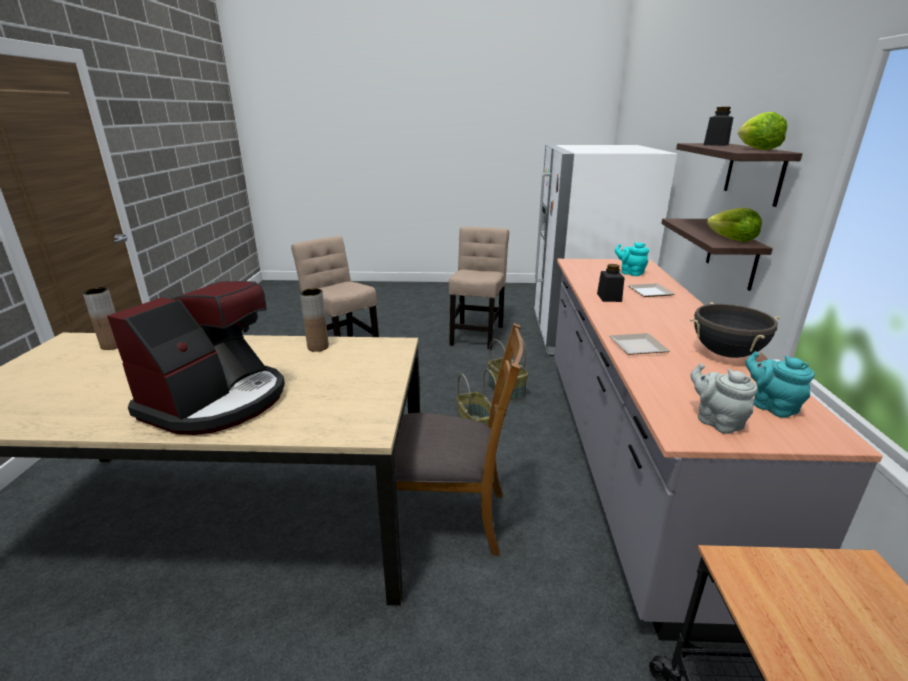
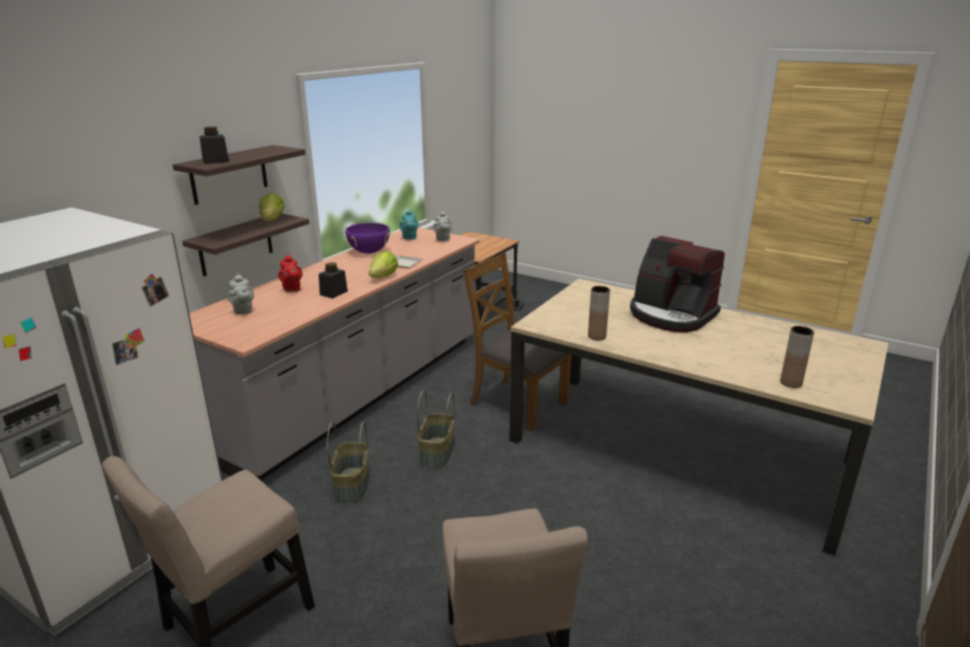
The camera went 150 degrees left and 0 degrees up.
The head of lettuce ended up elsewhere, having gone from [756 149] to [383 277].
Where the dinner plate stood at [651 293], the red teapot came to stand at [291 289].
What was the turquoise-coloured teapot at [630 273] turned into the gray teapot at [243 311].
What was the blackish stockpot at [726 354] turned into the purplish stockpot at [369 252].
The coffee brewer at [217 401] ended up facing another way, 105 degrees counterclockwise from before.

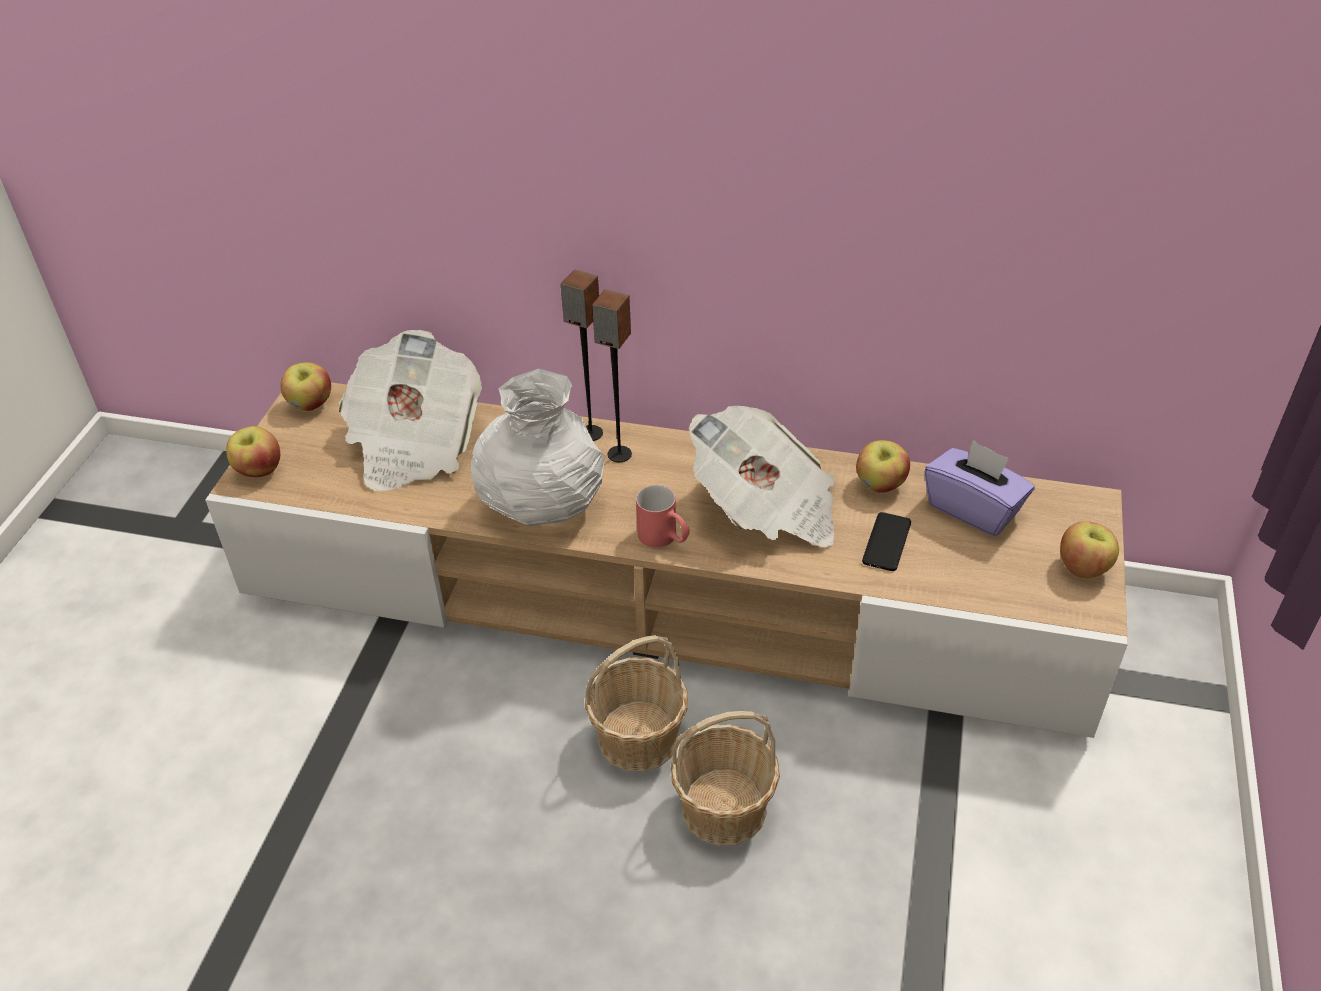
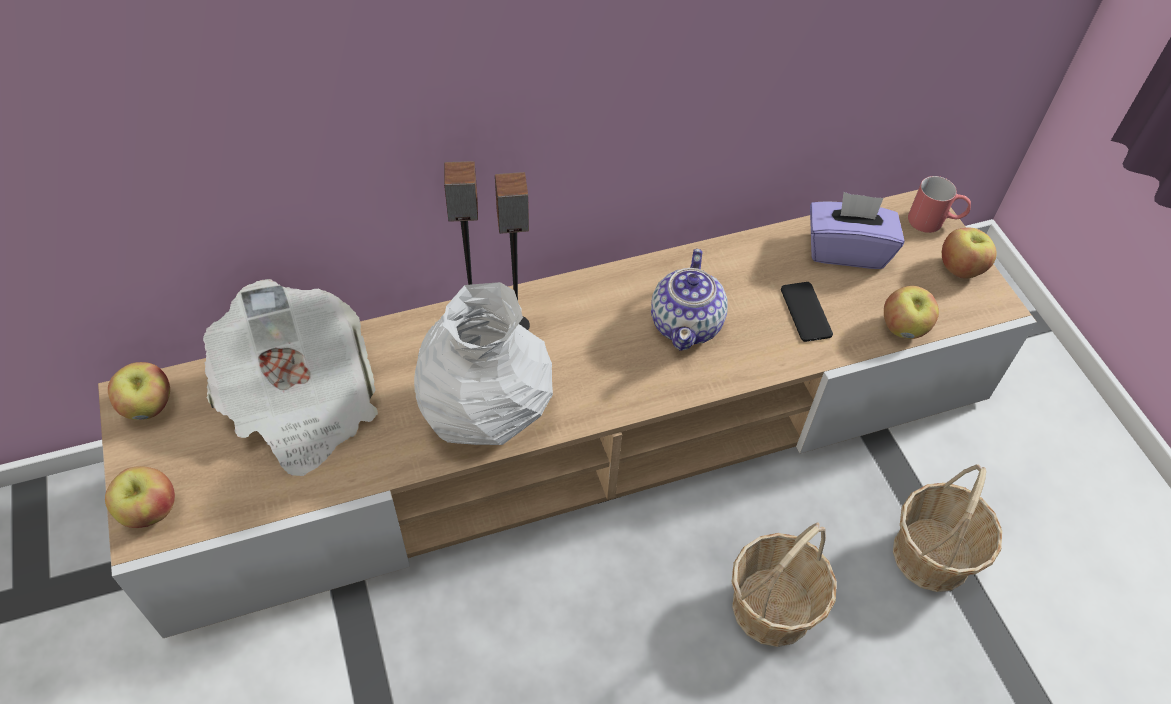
The camera went 35 degrees left and 10 degrees up.
The storage basket ended up elsewhere, having gone from [639 737] to [932 554].
The red coffee mug ended up elsewhere, having gone from [664 539] to [934 221].
The whole apple ended up elsewhere, having gone from [880 485] to [903 328].
Where the printed paper stood at [766 508], the teapot came to stand at [687 324].

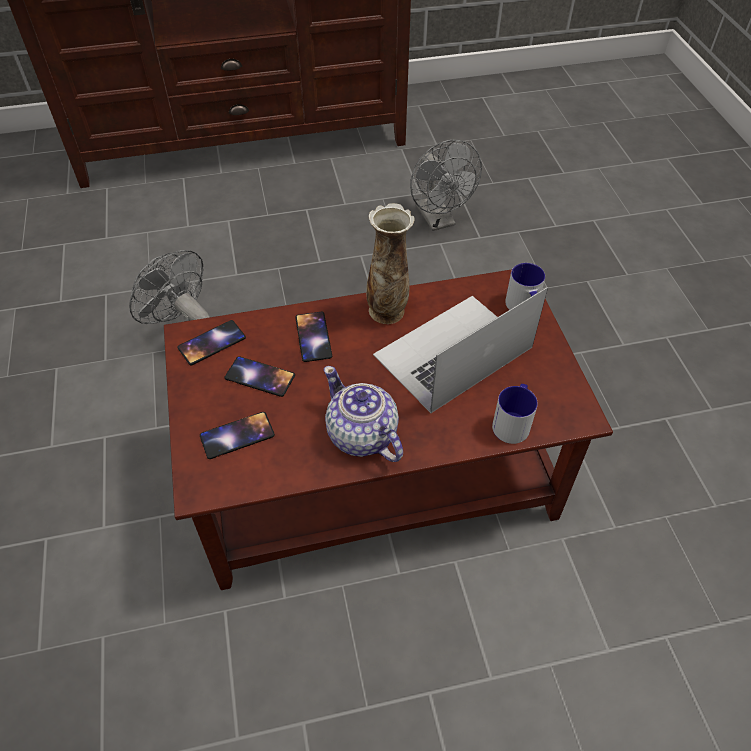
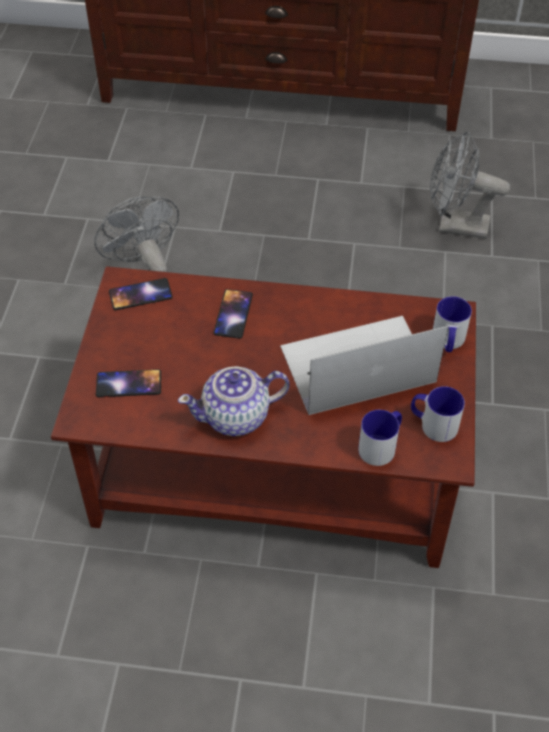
The camera went 20 degrees right and 0 degrees up.
The second view lost the telephone at [260 377].
The second view lost the decorative vase at [387 311].
The second view gained the coffee mug at [432 424].
The teapot at [362 436] ended up facing another way, 90 degrees counterclockwise from before.
The gray cooling fan at [438 220] ended up facing another way, 105 degrees clockwise from before.

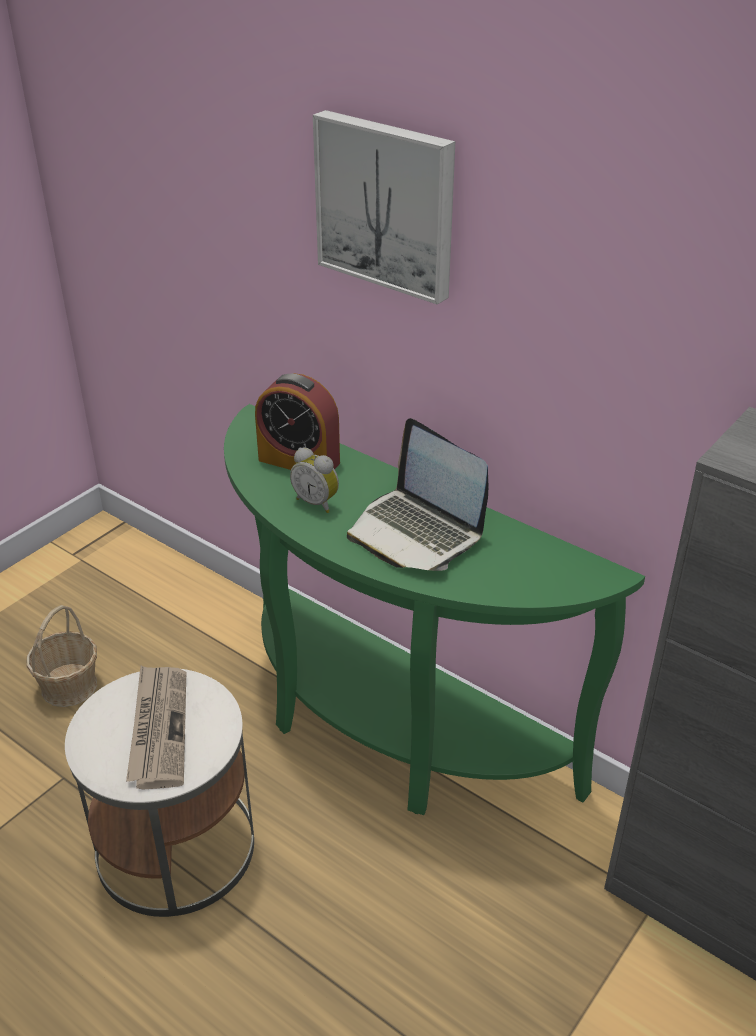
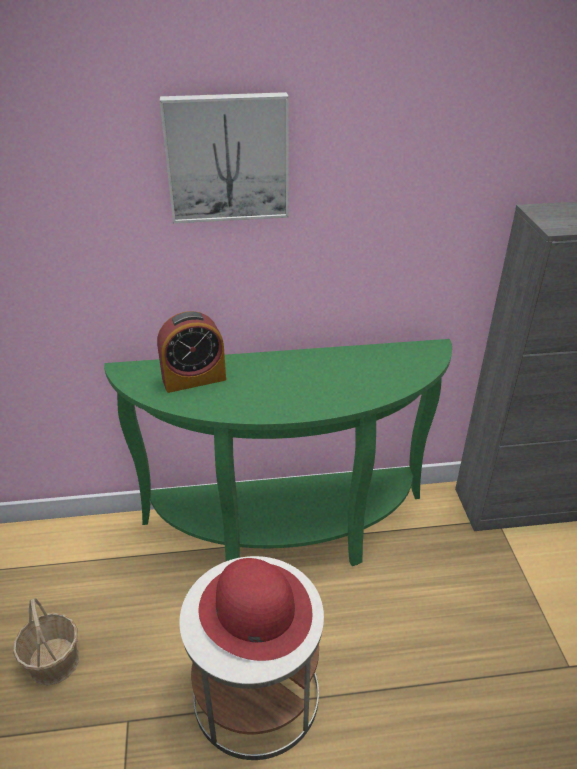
The camera went 45 degrees left and 0 degrees up.
The second view lost the alarm clock at [317 502].
The second view lost the laptop at [416 532].
Where the printed paper stood at [158 728], the red hat came to stand at [254 610].

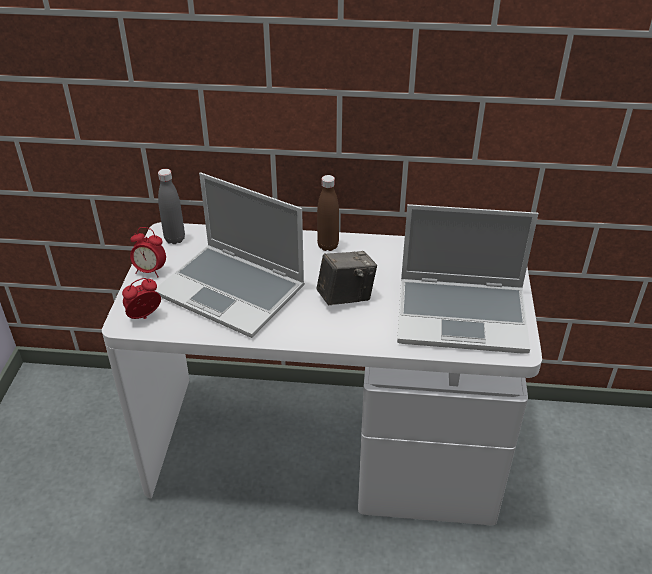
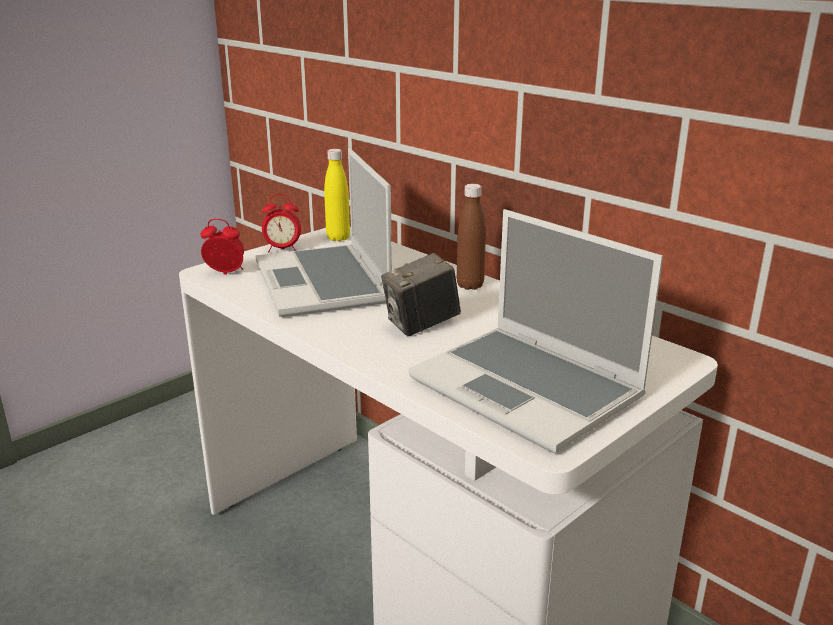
The camera went 40 degrees right and 15 degrees down.
What was the gray drink bottle at [175 239] turned into the yellow drink bottle at [338 238].
The alarm clock at [150 271] ended up facing another way, 60 degrees counterclockwise from before.
The still camera at [345 297] ended up facing another way, 135 degrees clockwise from before.

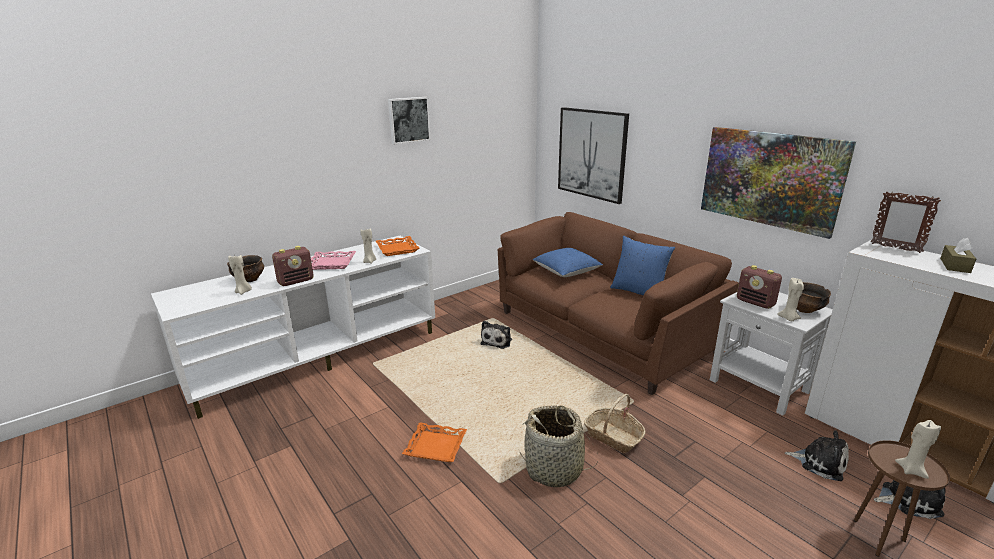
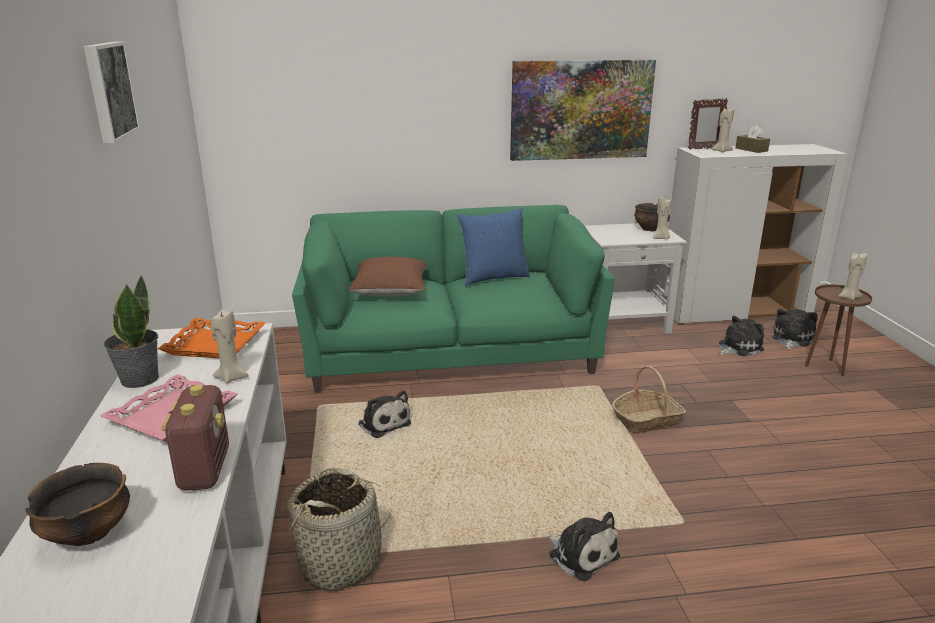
The camera went 60 degrees left and 0 degrees up.
The second view lost the wall picture at [591 154].
The second view lost the radio receiver at [756 303].
The second view gained the potted plant at [139 379].
The beige-coloured wax light ended up elsewhere, having gone from [243 292] to [721 151].
The storage basket ended up elsewhere, having gone from [554 469] to [341 562].
Where the orange carrying tray stood at [436 446], the cuddly toy came to stand at [581 554].
What was the brown couch at [602 331] turned into the green-coloured couch at [450 350].
What was the blue-coloured throw pillow at [566 272] turned into the brown throw pillow at [390 291].

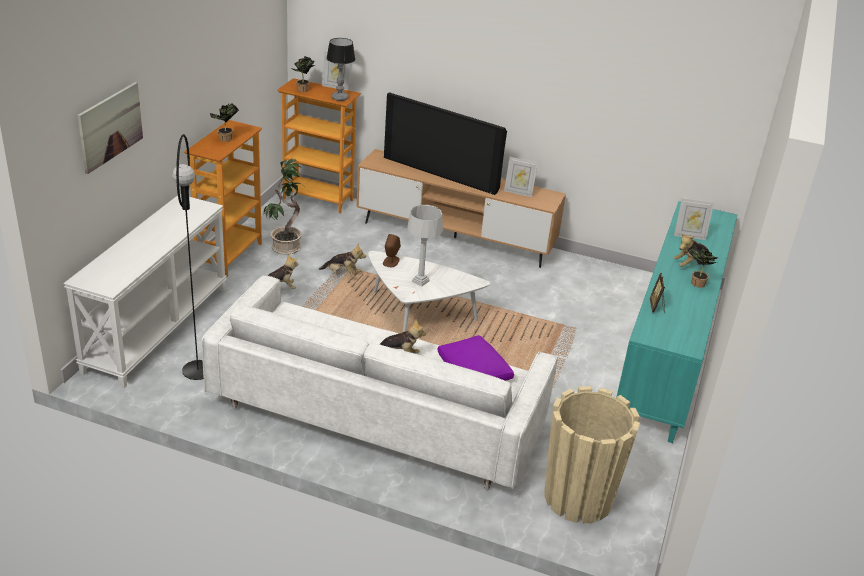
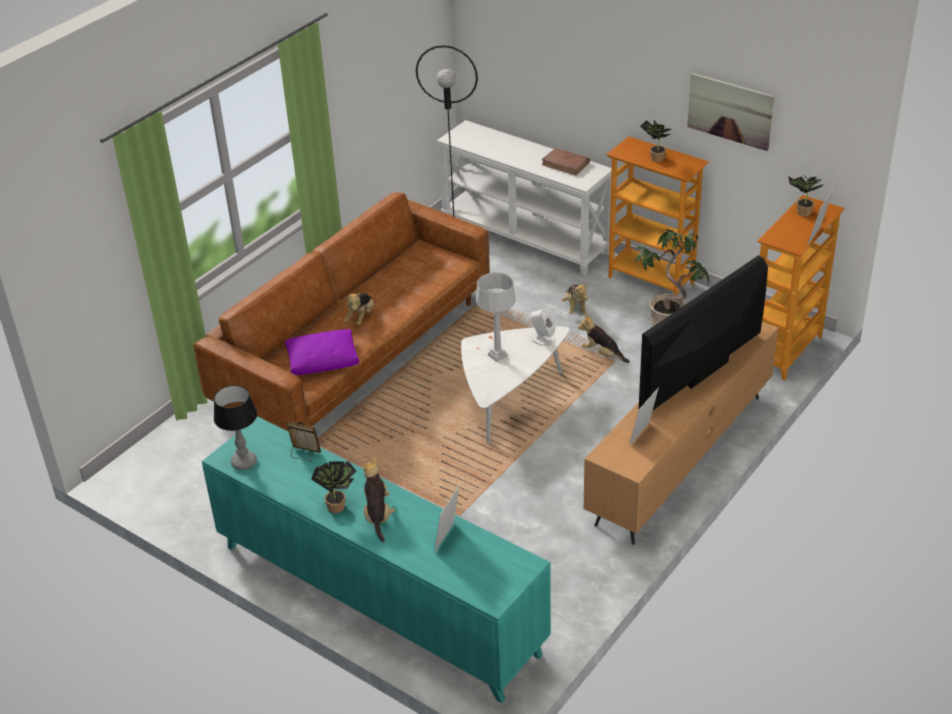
The camera went 110 degrees right and 5 degrees up.
The second view lost the beige-coloured plant pot at [578 498].
The second view gained the brown bound book at [565 164].
The wall picture ended up elsewhere, having gone from [110 126] to [730 111].
The tabletop lamp ended up elsewhere, having gone from [339 98] to [244 462].
What was the white couch at [377 415] turned into the brown couch at [356 351].
What was the brown speaker at [391 261] turned into the white speaker at [542 339].
The cuddly toy at [342 274] ended up facing another way, 90 degrees clockwise from before.

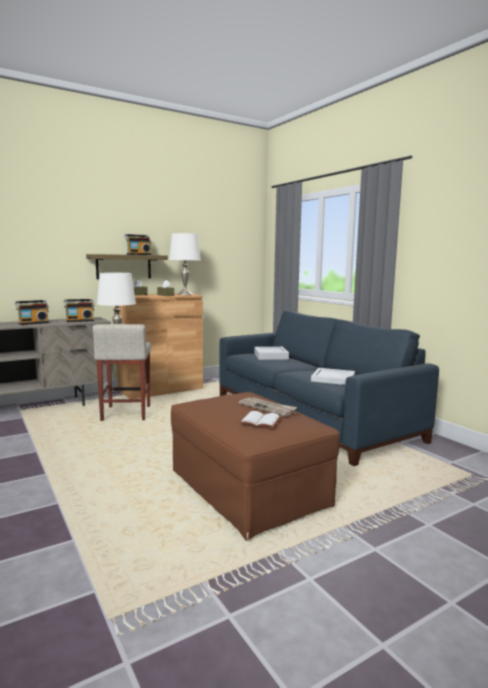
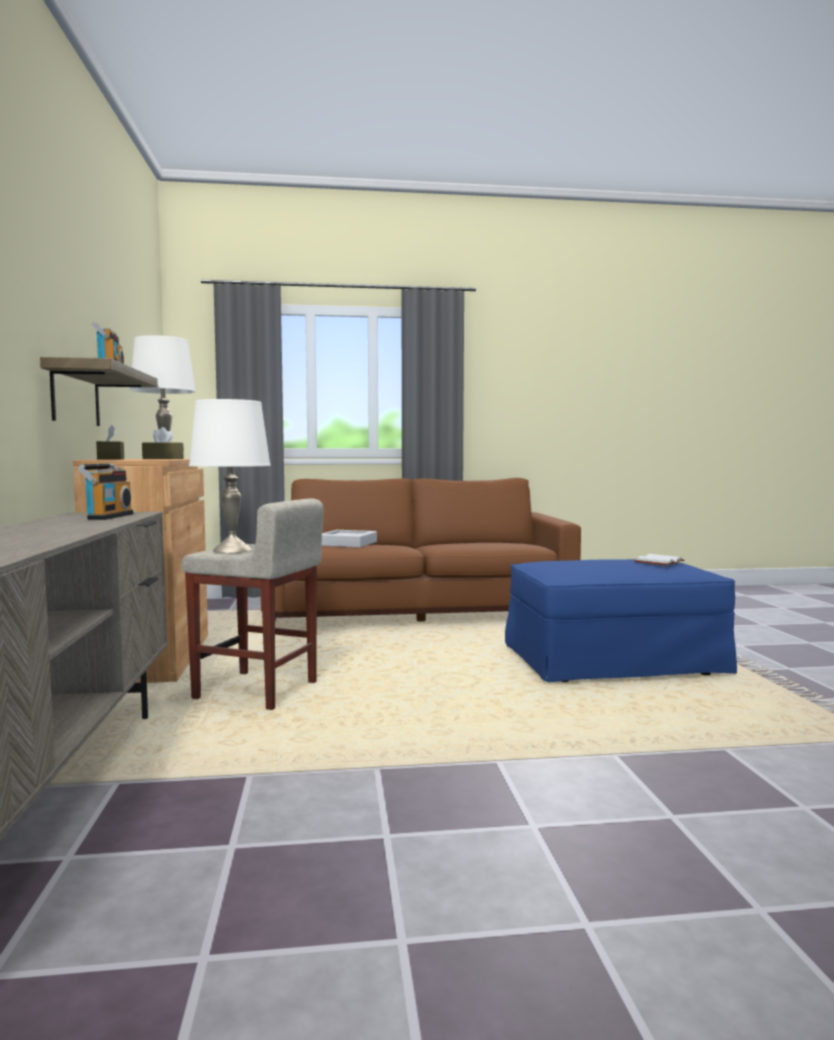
The camera went 65 degrees left and 5 degrees down.
The second view lost the radio receiver at [33 323].
The second view lost the printed paper at [267 408].
The second view lost the white carrying tray at [332 378].
What was the brown footrest at [247 488] turned into the blue-coloured footrest at [611 662].
What was the blue-coloured couch at [310 416] turned into the brown couch at [417 613].

